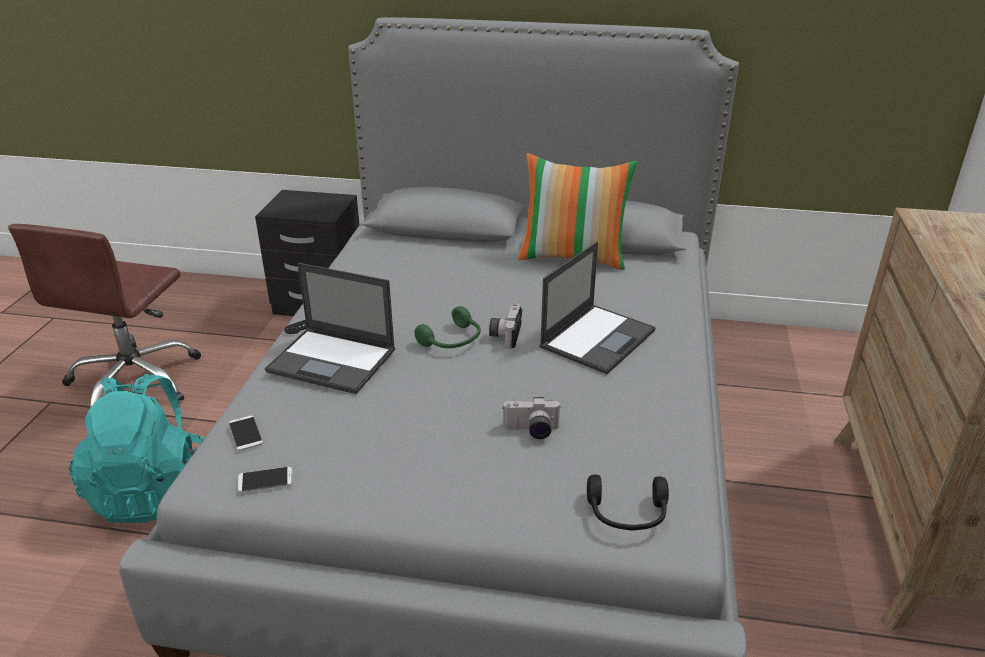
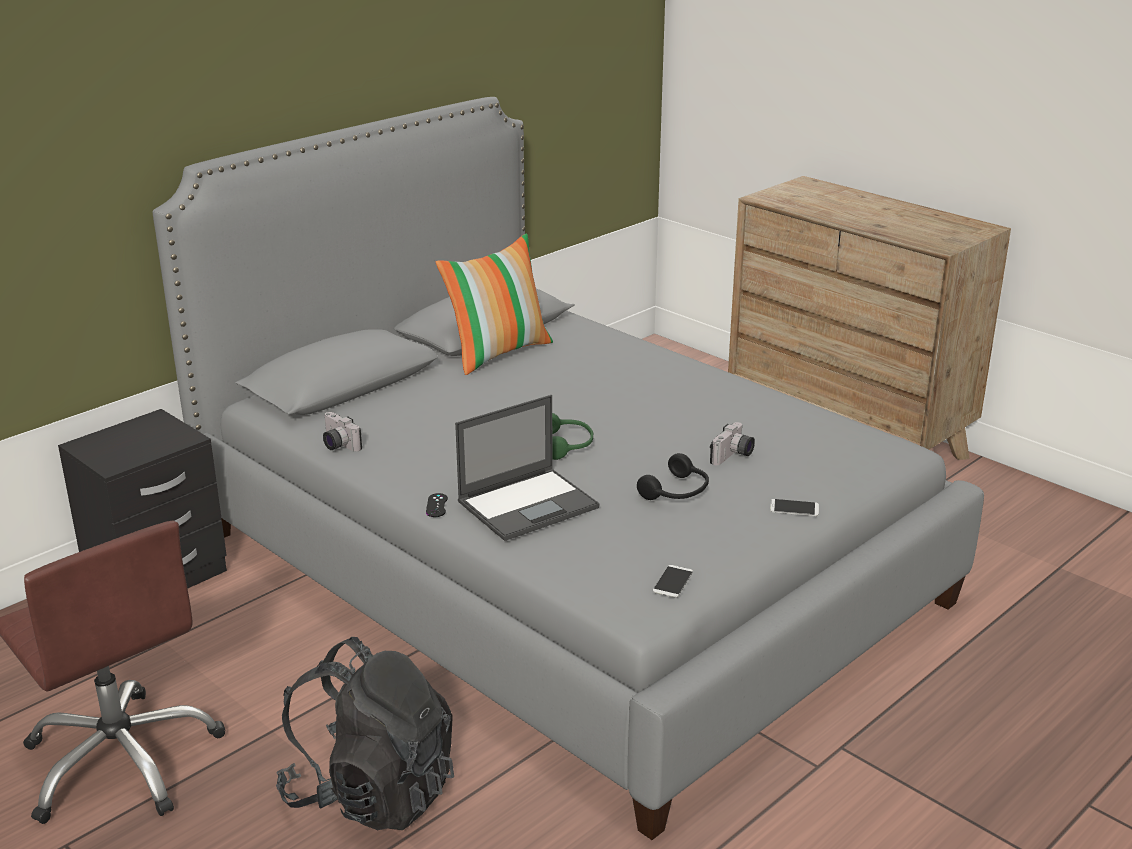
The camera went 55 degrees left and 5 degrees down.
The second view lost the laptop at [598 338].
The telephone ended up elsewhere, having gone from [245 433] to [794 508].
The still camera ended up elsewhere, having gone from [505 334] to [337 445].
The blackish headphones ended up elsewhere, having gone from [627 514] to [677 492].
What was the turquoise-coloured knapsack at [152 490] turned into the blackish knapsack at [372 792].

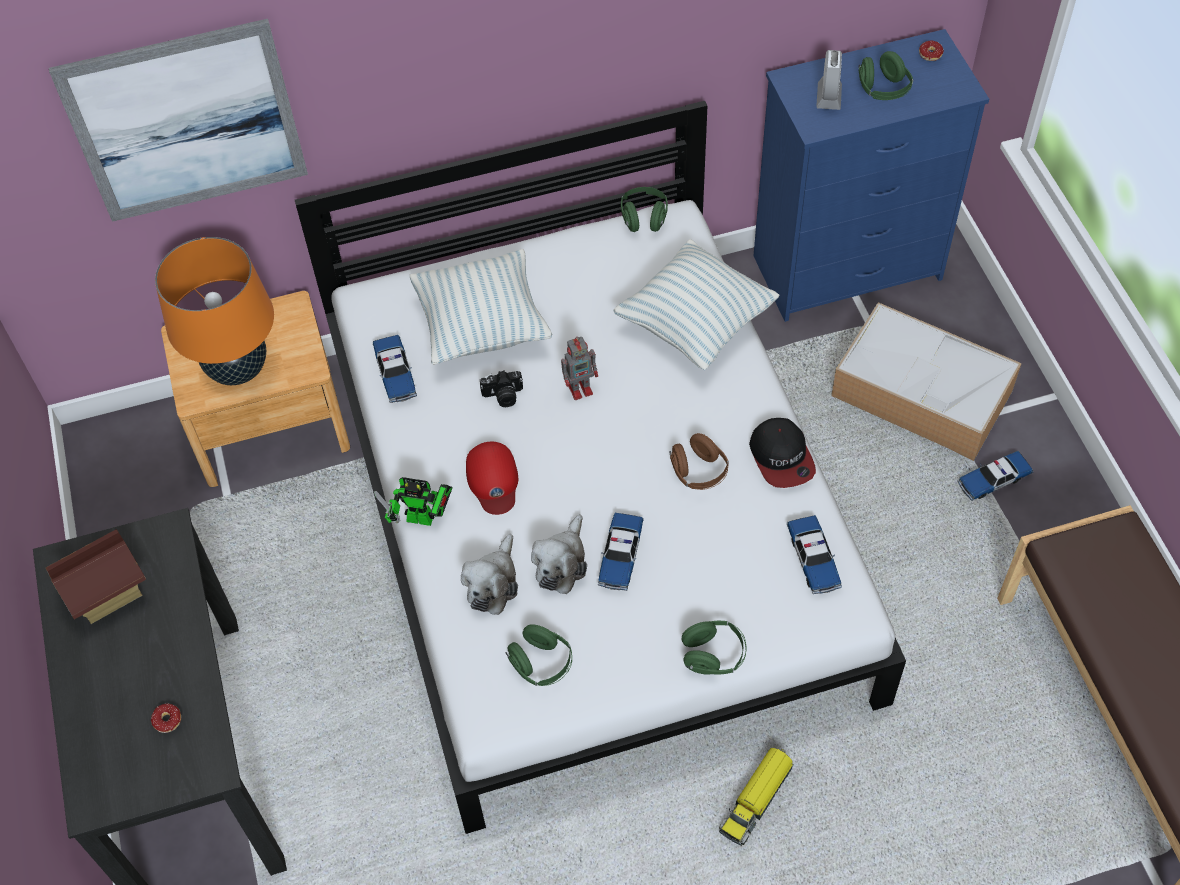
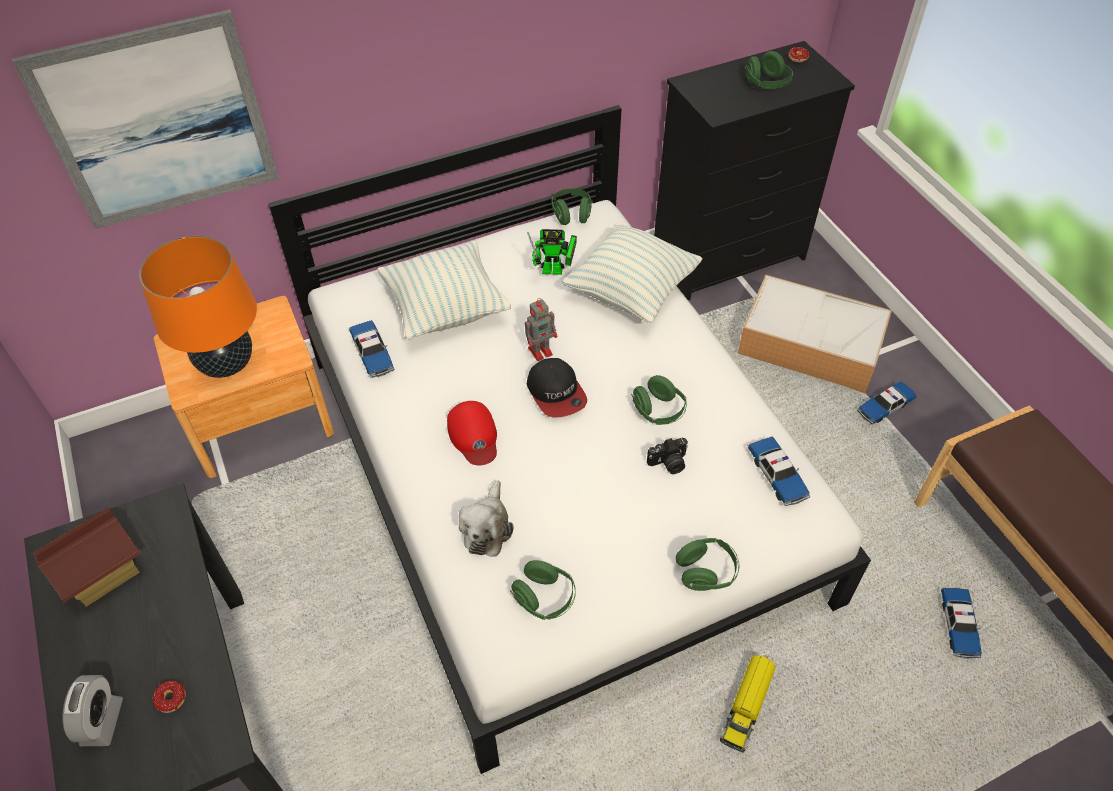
The camera went 10 degrees left and 5 degrees down.
The second view lost the cuddly toy at [561 563].
The model robot ended up elsewhere, having gone from [424 519] to [556 271].
The still camera ended up elsewhere, having gone from [503 396] to [668 464].
The miniature car ended up elsewhere, having gone from [620 555] to [958 625].
The cap ended up elsewhere, having gone from [782 457] to [556 393].
The alarm clock ended up elsewhere, having gone from [829 96] to [102 722].
What was the brown headphones at [698 472] turned into the green-coloured headphones at [658 411].
What was the blue-coloured dresser at [849 268] turned into the blackish dresser at [730 257].

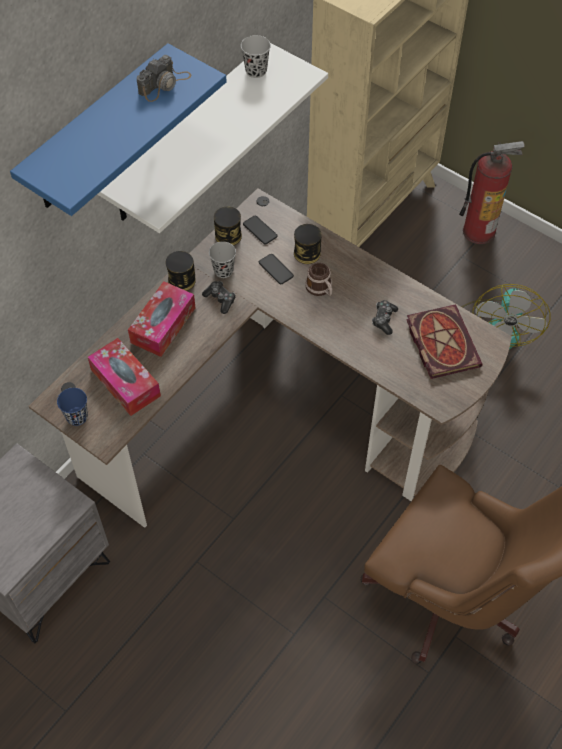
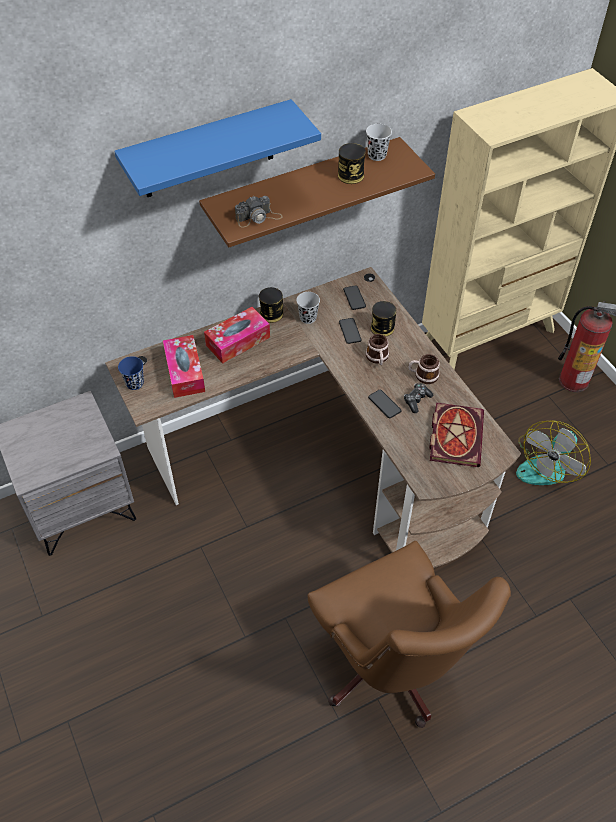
The camera went 25 degrees right and 5 degrees down.
The second view lost the gamepad at [220 299].
The second view gained the telephone at [384 404].
The second view gained the coffee mug at [423 375].
The still camera ended up elsewhere, having gone from [164 84] to [258 218].
The can ended up elsewhere, having gone from [228 236] to [350 175].
What was the white shelf at [187 135] turned into the brown shelf at [303 190].

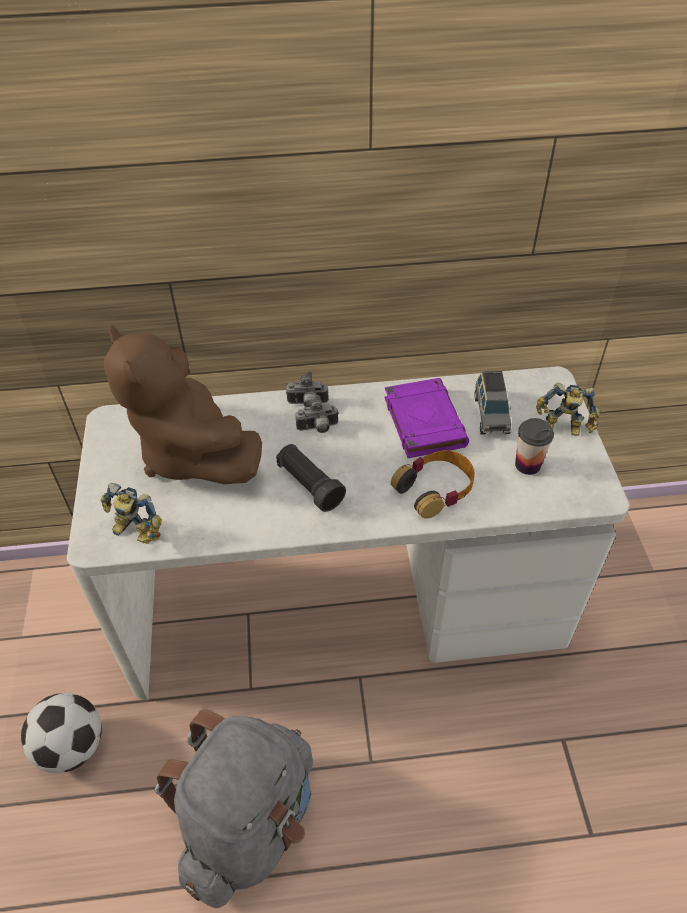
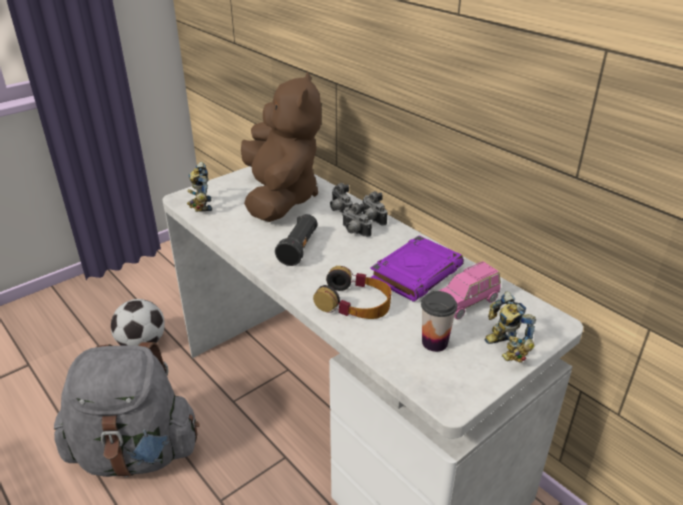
The camera went 55 degrees right and 15 degrees down.
The second view gained the still camera at [339 210].
What was the gray miniature car at [491 414] turned into the pink-coloured miniature car at [467 302].
The brown cuddly toy at [192 453] ended up facing another way, 150 degrees clockwise from before.

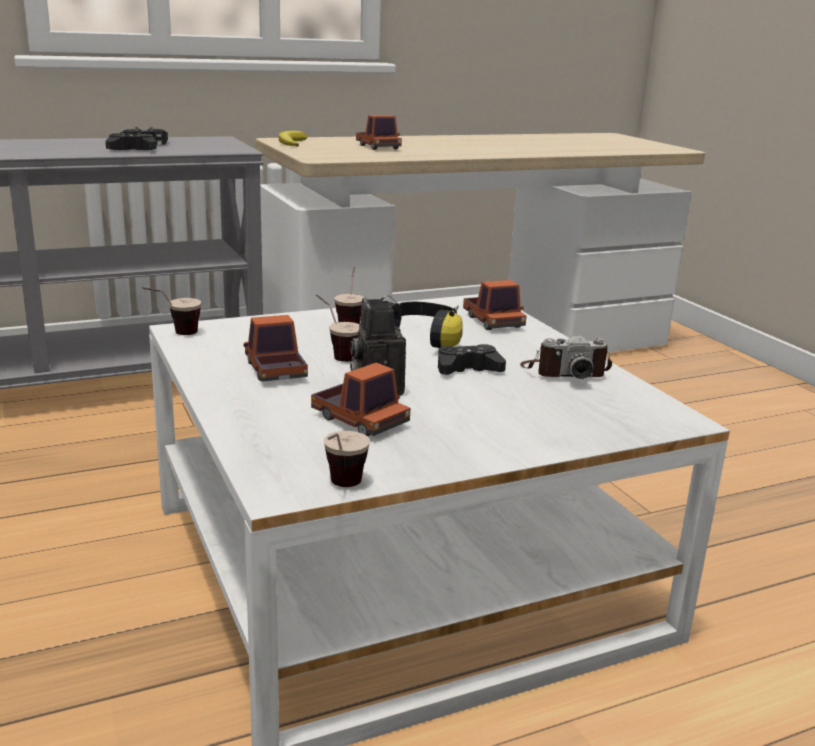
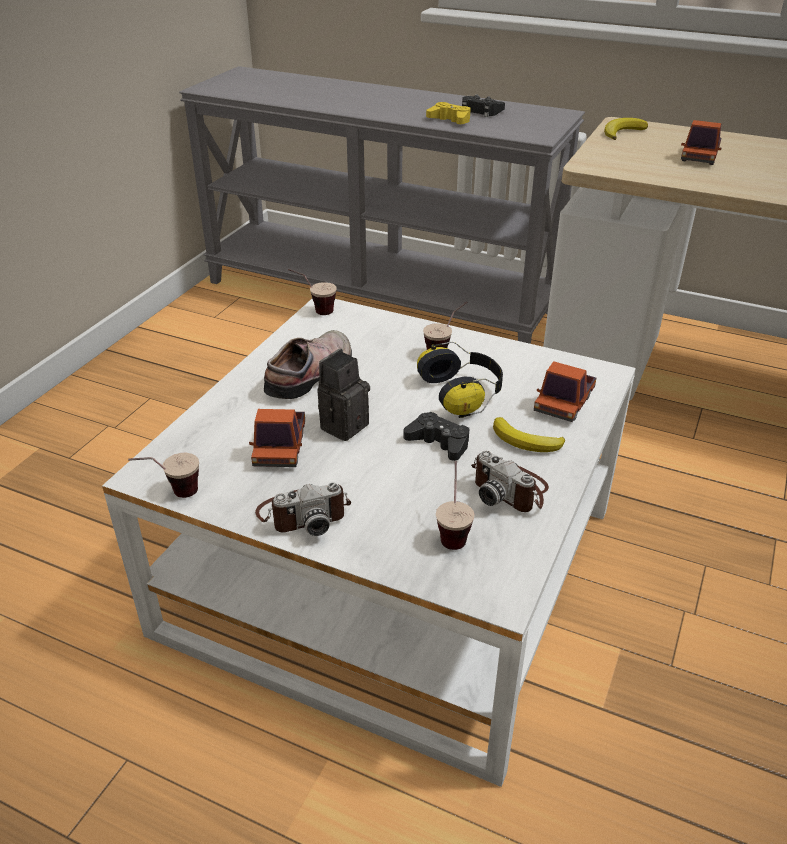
The camera went 50 degrees right and 15 degrees up.
The second view gained the still camera at [303 513].
The second view gained the whole banana at [526 442].
The small cup ended up elsewhere, having gone from [336 354] to [453 530].
Where the toy truck stood at [275 370], the low shoe came to stand at [313 374].
What was the blackish gamepad at [132 150] turned into the yellow gamepad at [450 120].

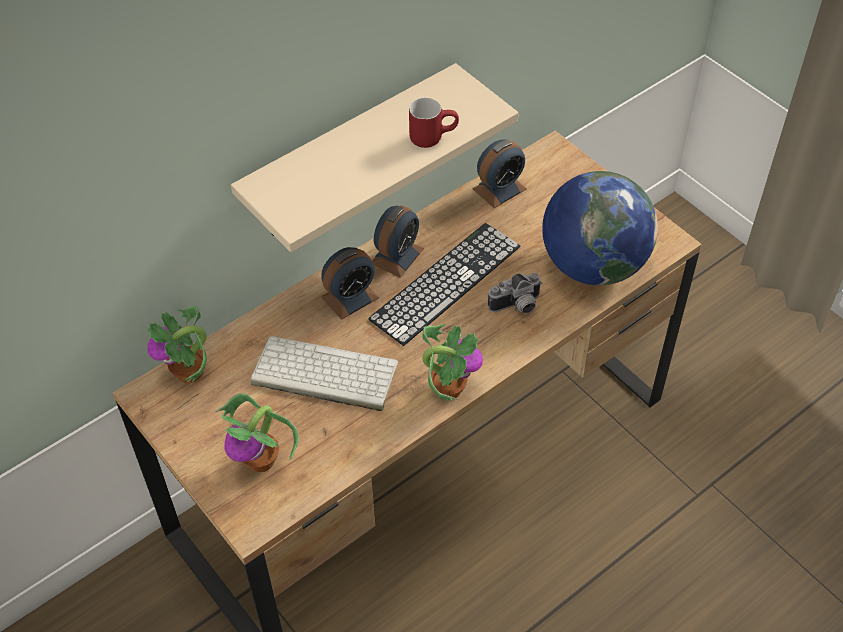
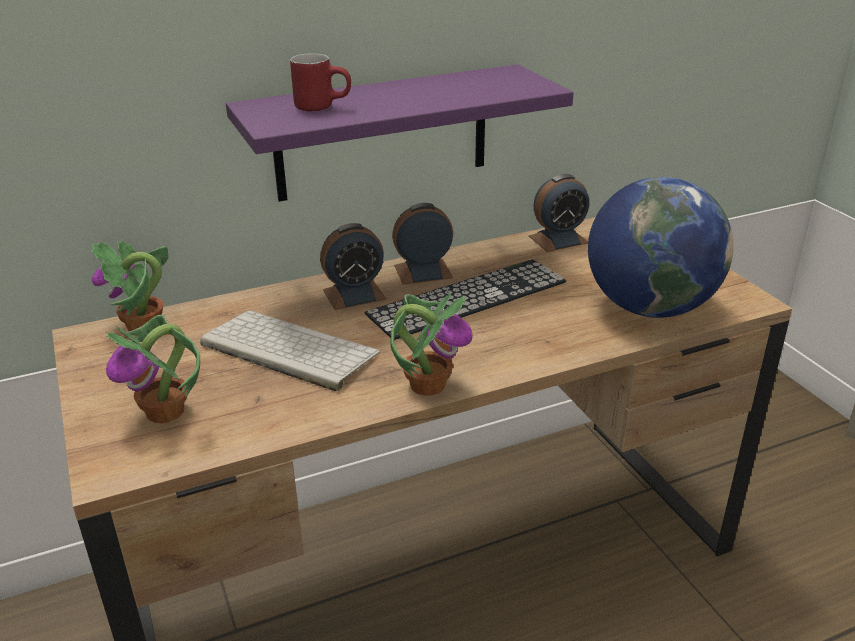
The camera went 15 degrees right and 20 degrees down.
The second view lost the still camera at [517 306].
The red coffee mug ended up elsewhere, having gone from [432 136] to [323 106].
What was the beige-coloured shelf at [350 155] turned into the purplish shelf at [382 133].
The alarm clock at [397 256] ended up facing another way, 150 degrees counterclockwise from before.

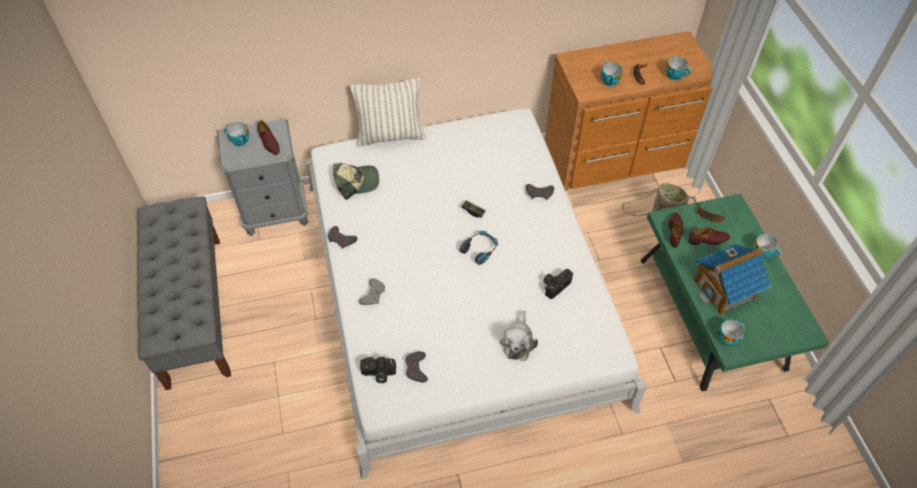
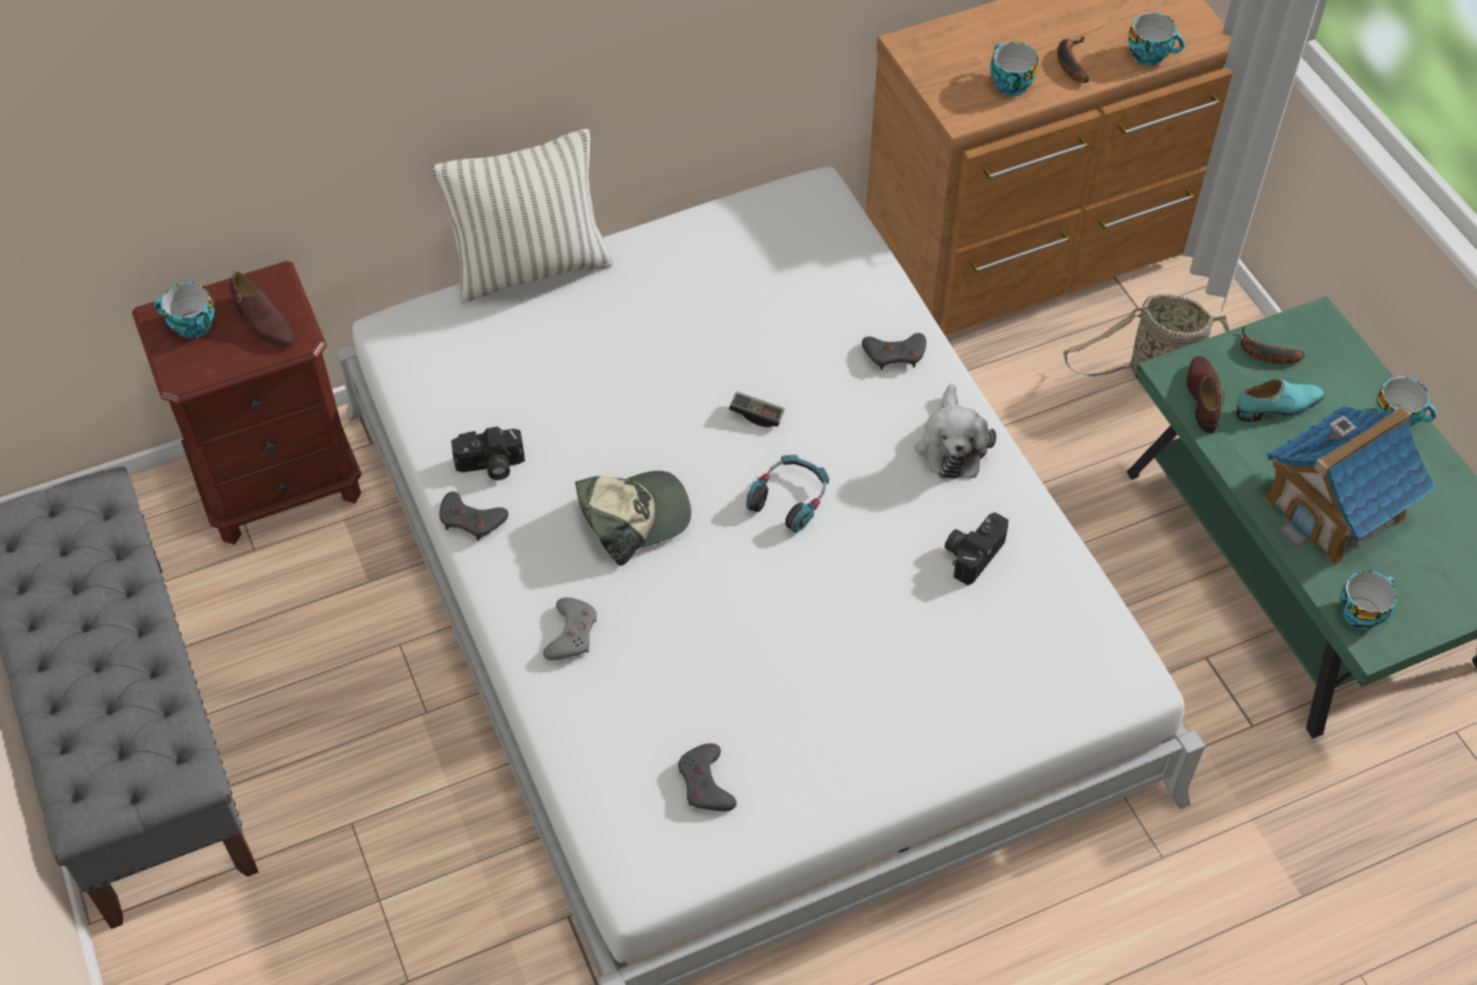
The camera went 10 degrees left and 0 degrees up.
The cap ended up elsewhere, having gone from [356 182] to [633 517].
The still camera ended up elsewhere, having gone from [378 374] to [490 466].
The cuddly toy ended up elsewhere, having gone from [518 341] to [951 445].
What was the gray nightstand at [276 213] turned into the brown nightstand at [280 483].
What was the brown low shoe at [708 240] turned into the turquoise-coloured low shoe at [1278 407].

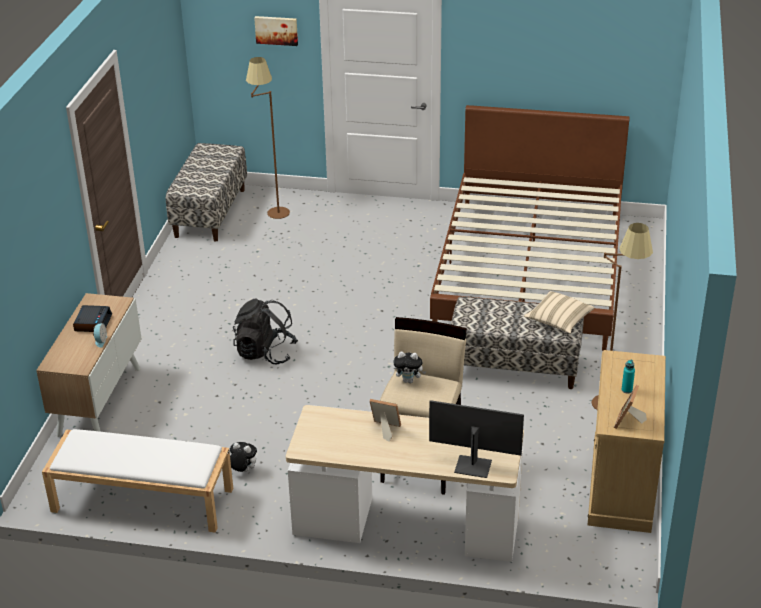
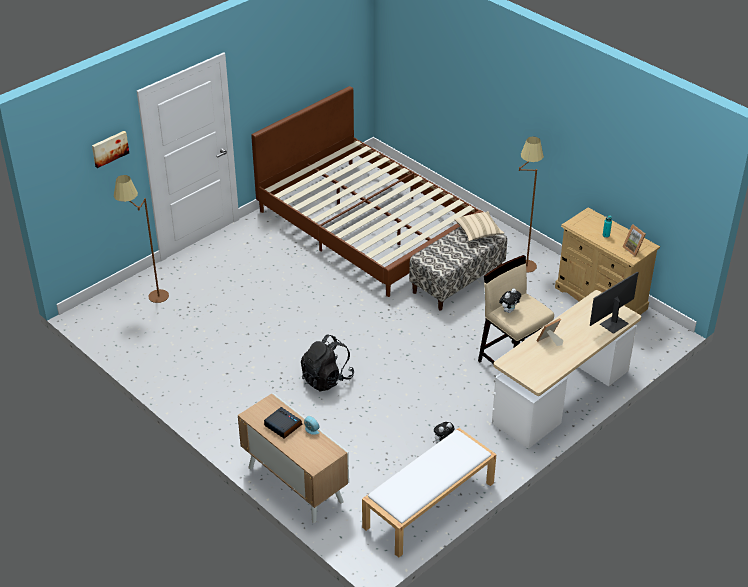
The camera went 55 degrees left and 5 degrees up.
The second view lost the indoor bench at [210 213].

